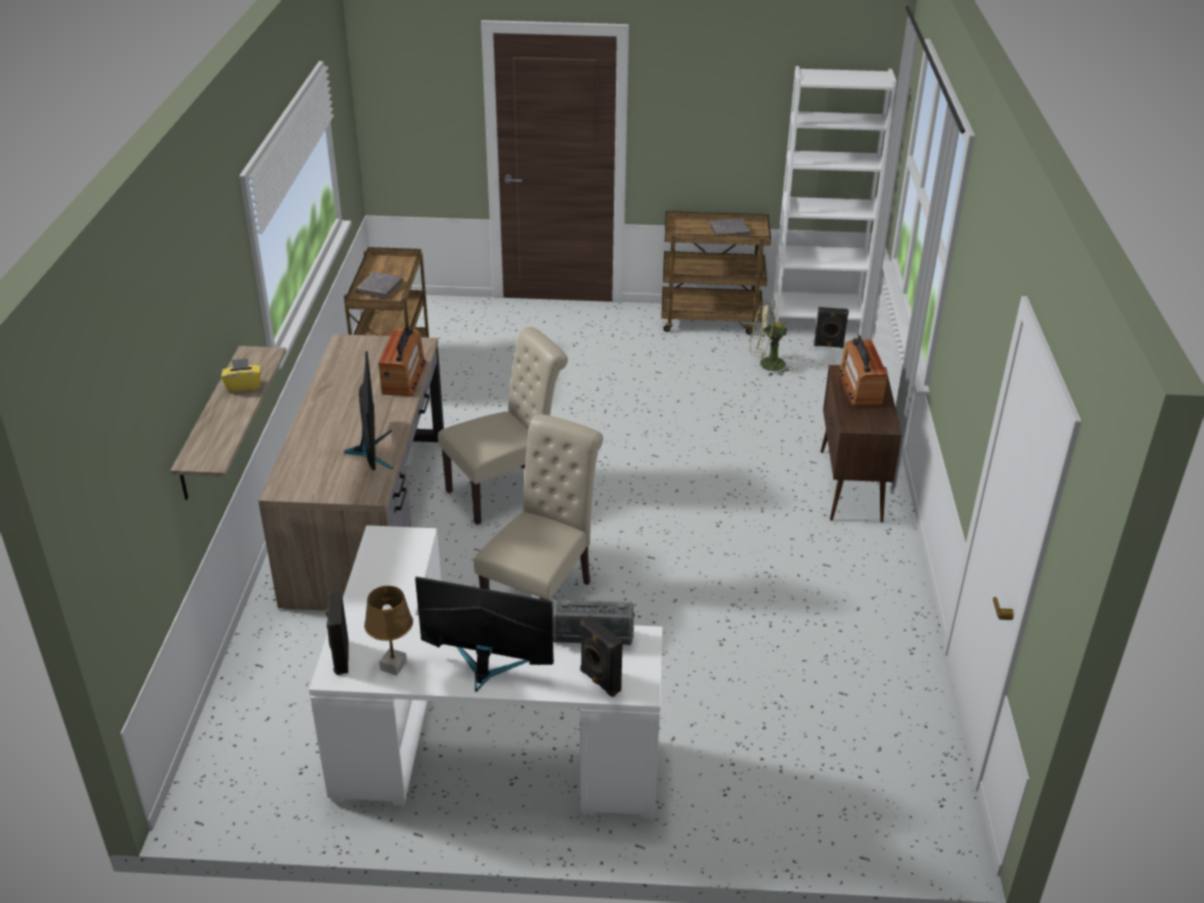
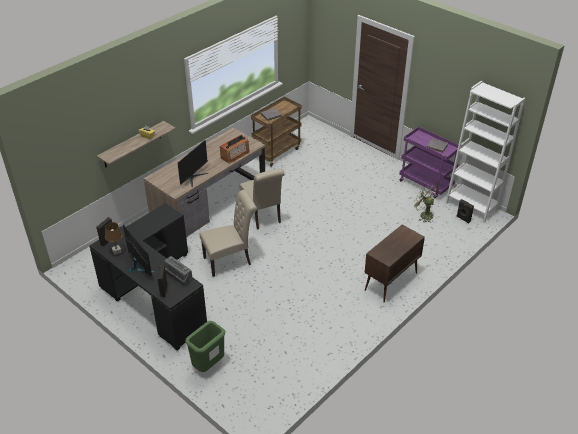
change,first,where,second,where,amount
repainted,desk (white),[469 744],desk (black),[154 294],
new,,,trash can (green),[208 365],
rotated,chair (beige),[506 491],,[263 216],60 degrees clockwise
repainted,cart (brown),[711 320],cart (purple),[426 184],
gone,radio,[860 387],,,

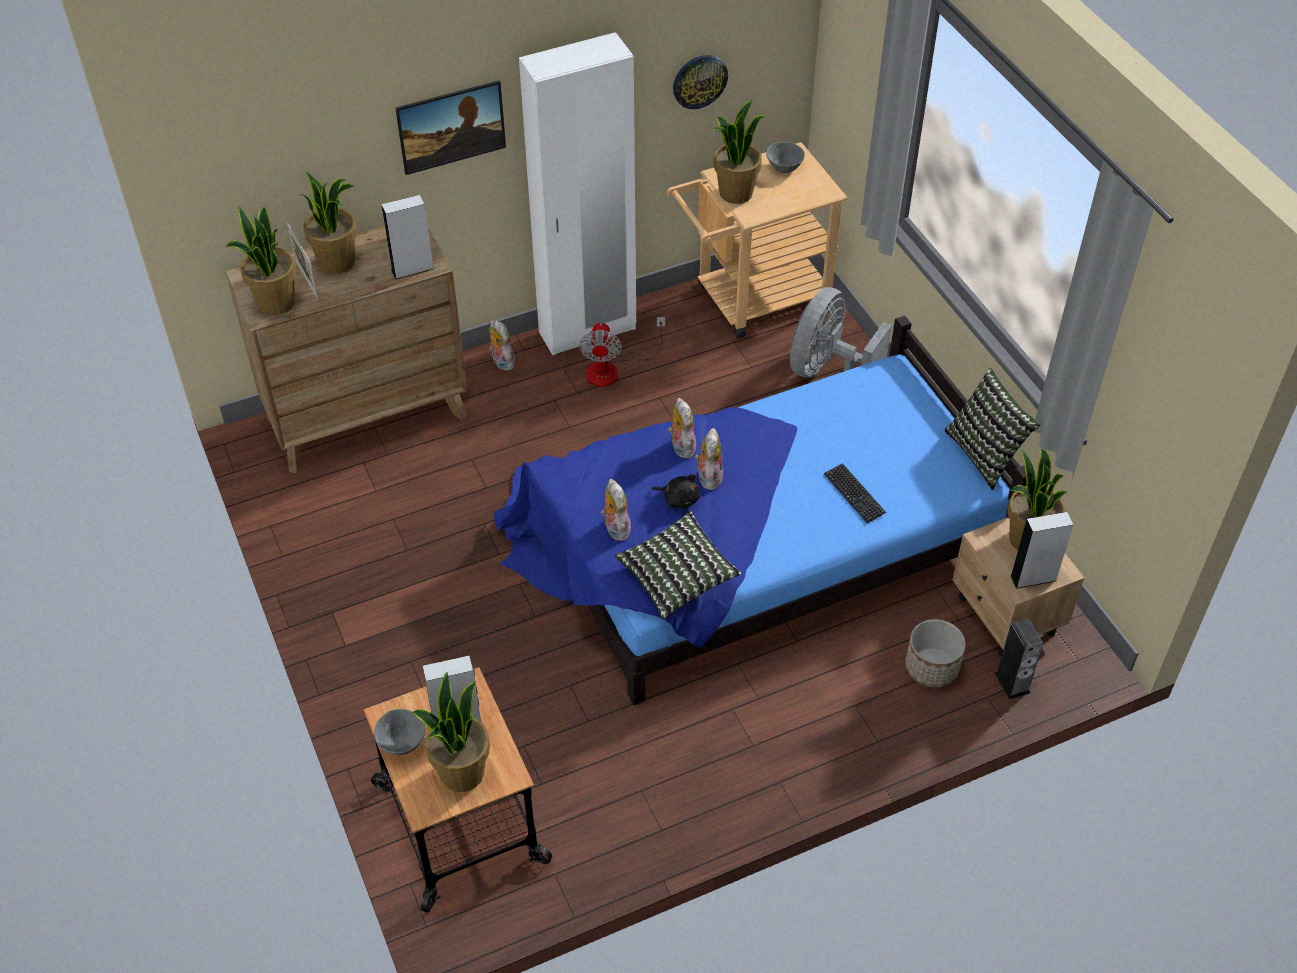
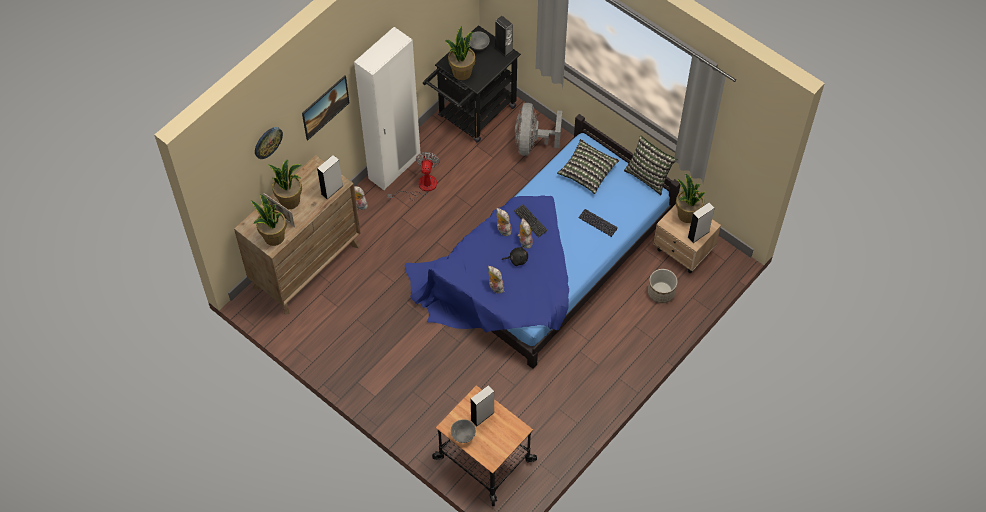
change,first,where,second,where,amount
shifted,wall clock,[699 81],,[267 142],
rotated,fan,[612 369],,[421 187],150 degrees counterclockwise
repainted,cart (beige),[752 300],cart (black),[472 115],
shifted,speaker,[1012 682],,[503 49],
new,,,keyboard,[530 221],
shifted,pillow,[677 577],,[587 172],
gone,potted plant,[461 772],,,

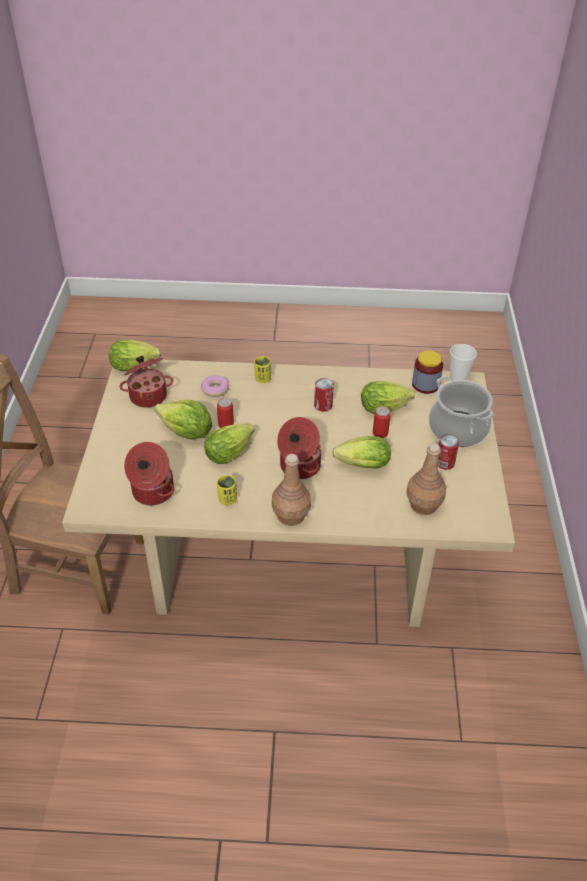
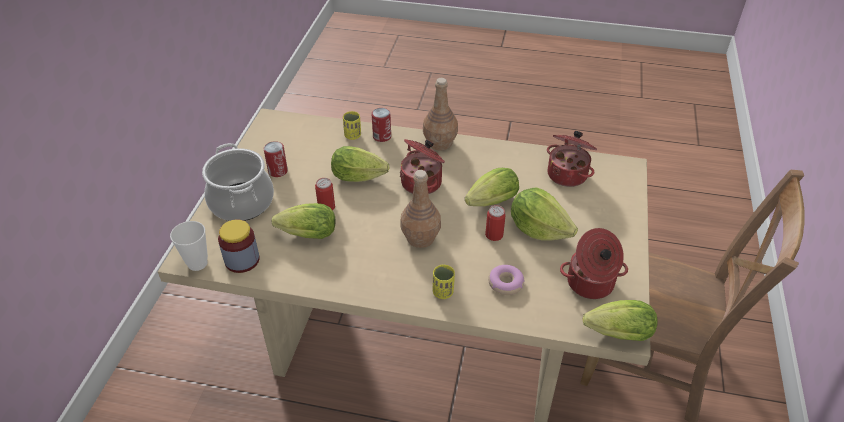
change,first,where,second,where,amount
shifted,cup (yellow),[227 499],,[352 136],
shifted,can,[323 405],,[382 136],
shifted,bottle (brown),[423 505],,[421 238],

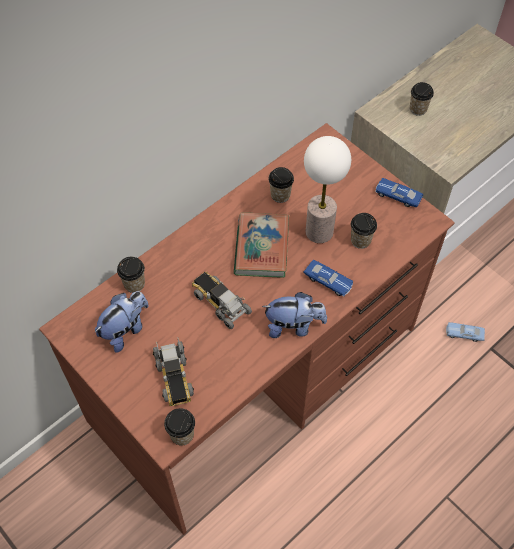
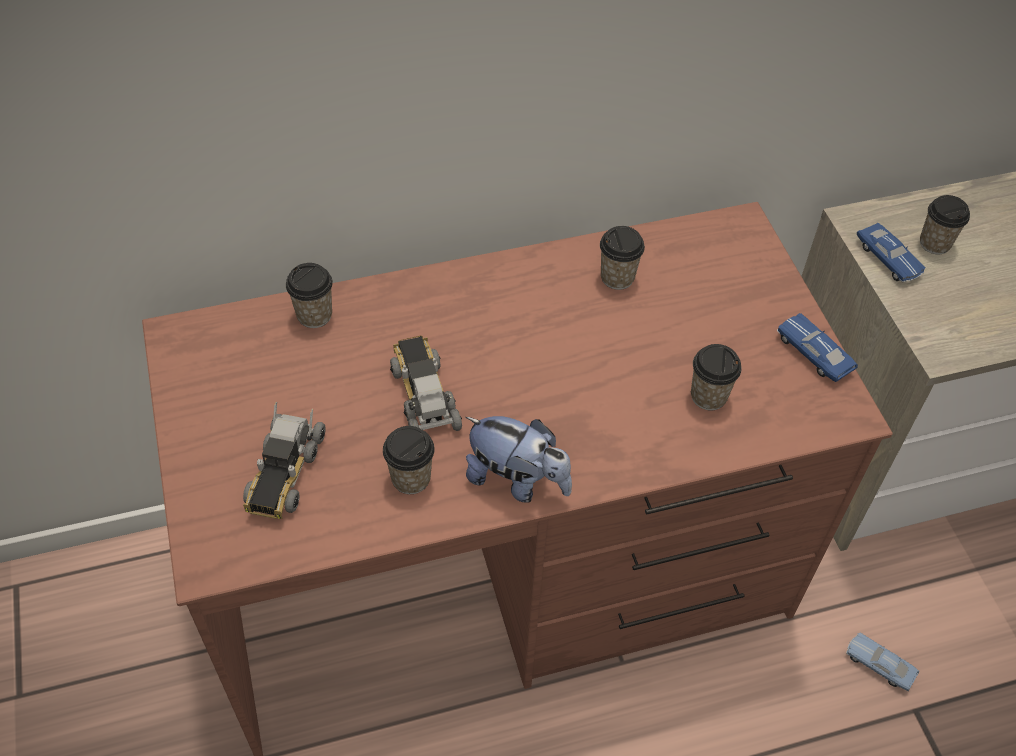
change,first,where,second,where,amount
shifted,cup,[182 435],,[411 478],
shifted,toy car (blue),[328 281],,[887 259],
gone,plush toy,[125 330],,,
gone,book,[261 248],,,
gone,table lamp,[318 231],,,

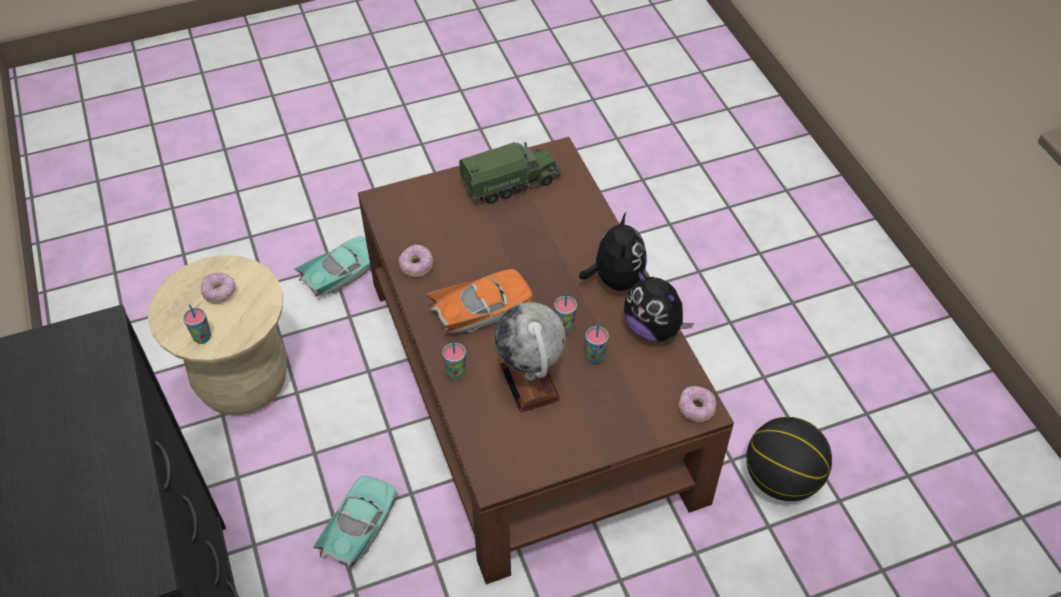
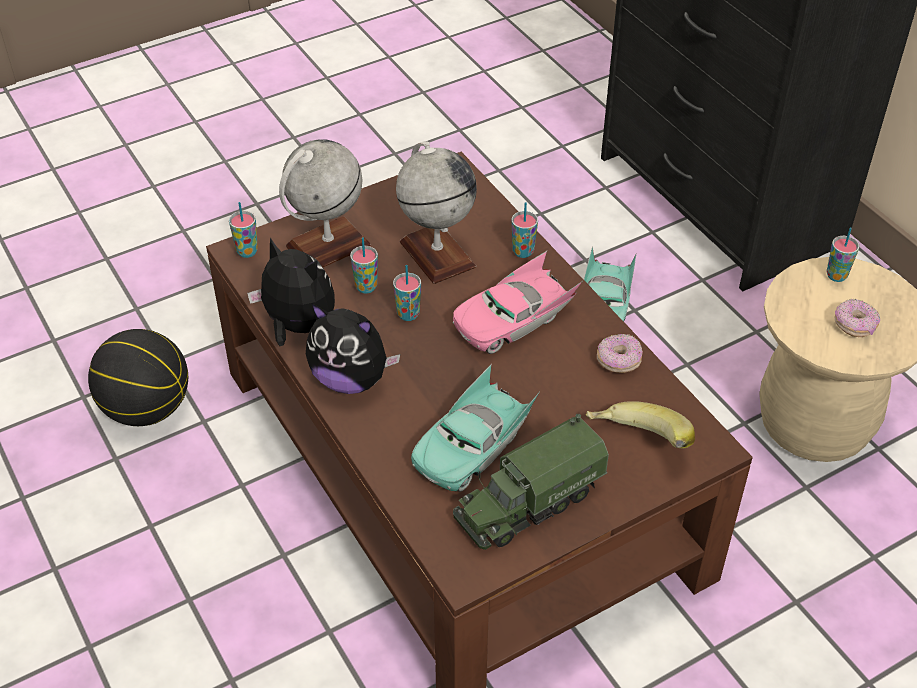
change,first,where,second,where,amount
swapped,donut,[696 409],cup,[247 251],
new,,,globe,[328 246],
rotated,plush toy,[615 279],,[351 379],60 degrees counterclockwise
shifted,toy car (turquoise),[342 274],,[473 445],
repainted,toy car (orange),[482 311],toy car (pink),[514 319],
new,,,banana,[636 445],

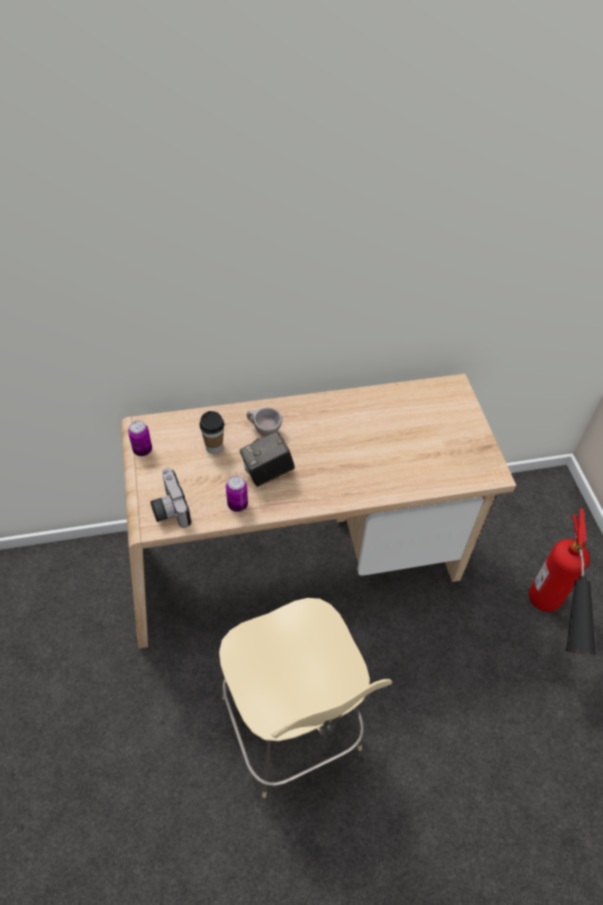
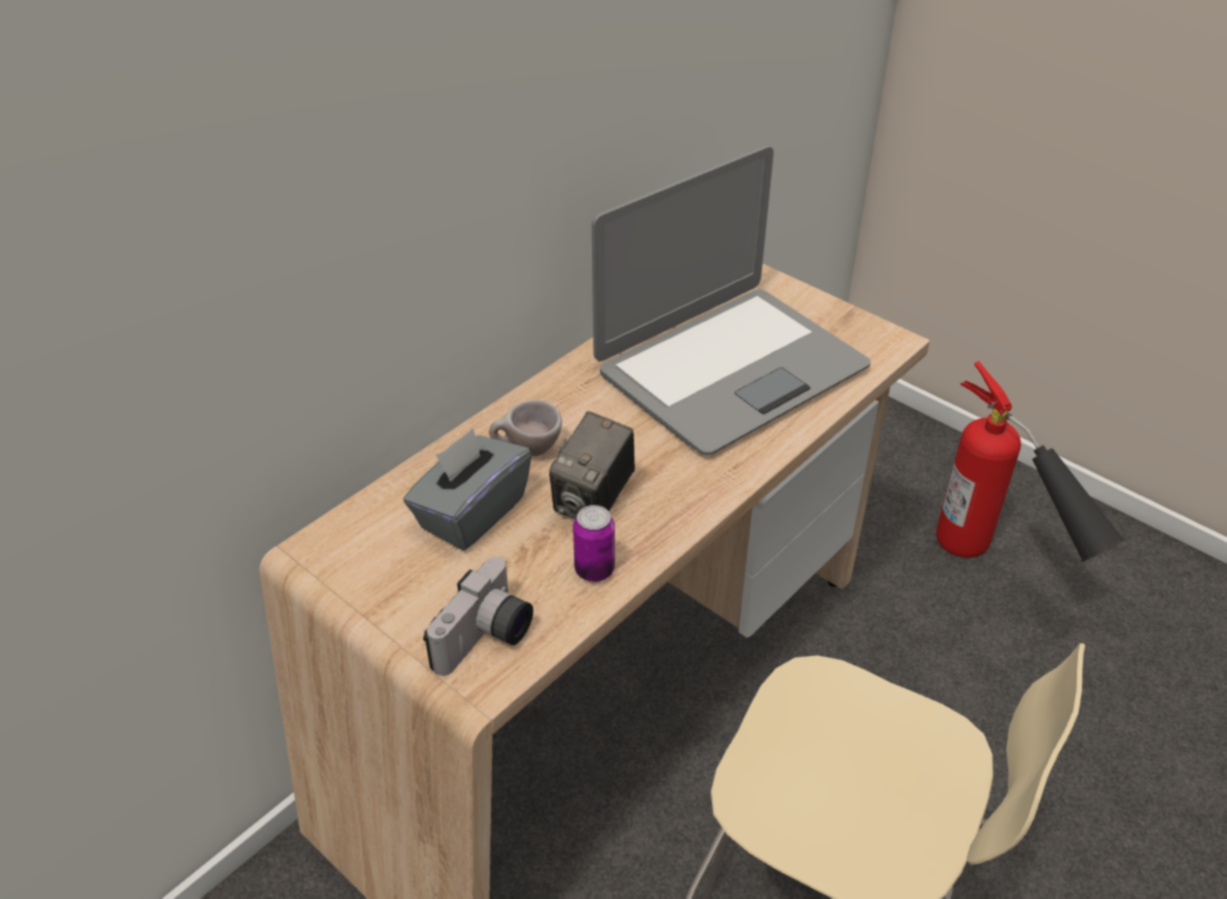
change,first,where,second,where,amount
swapped,cup,[214 447],tissue box (grey),[471 513],
rotated,photo camera,[168 508],,[486 640],90 degrees counterclockwise
new,,,laptop,[729 369],
gone,can,[142 450],,,

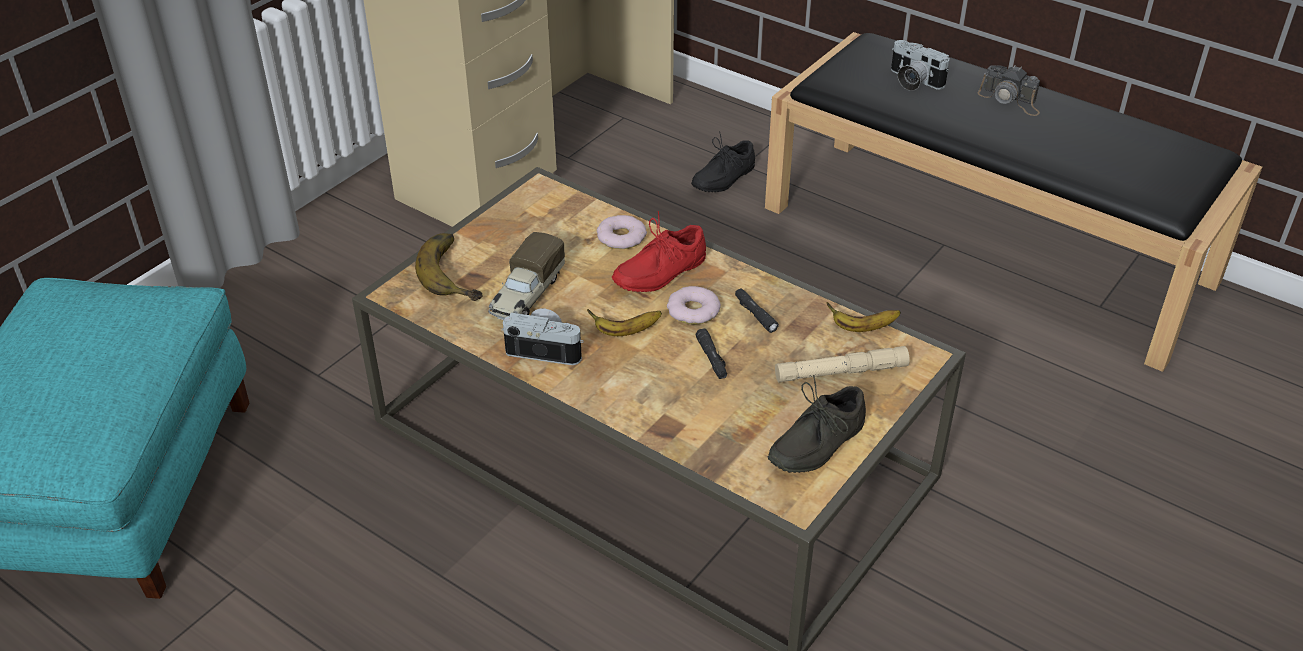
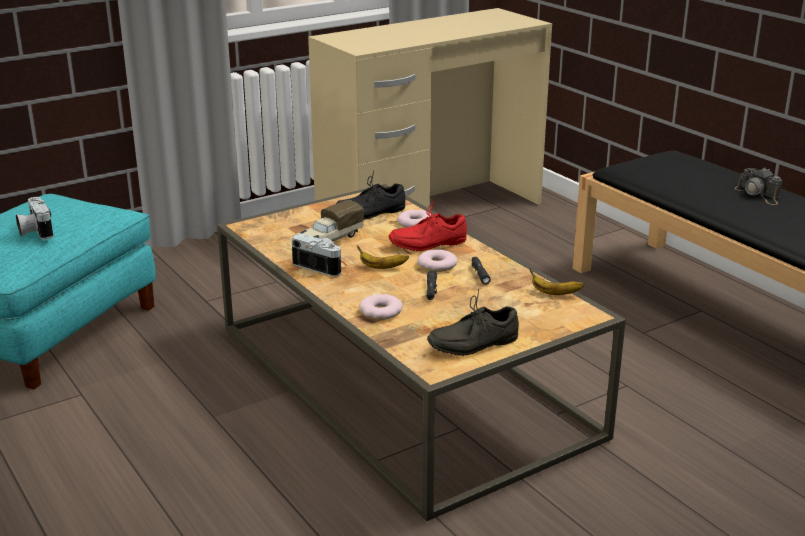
change,first,where,second,where,amount
shifted,photo camera,[913 81],,[35 231],
shifted,shoe (black),[721 177],,[369 212],
new,,,donut,[381 312],
gone,banana,[457 271],,,
gone,flashlight (beige),[841 372],,,

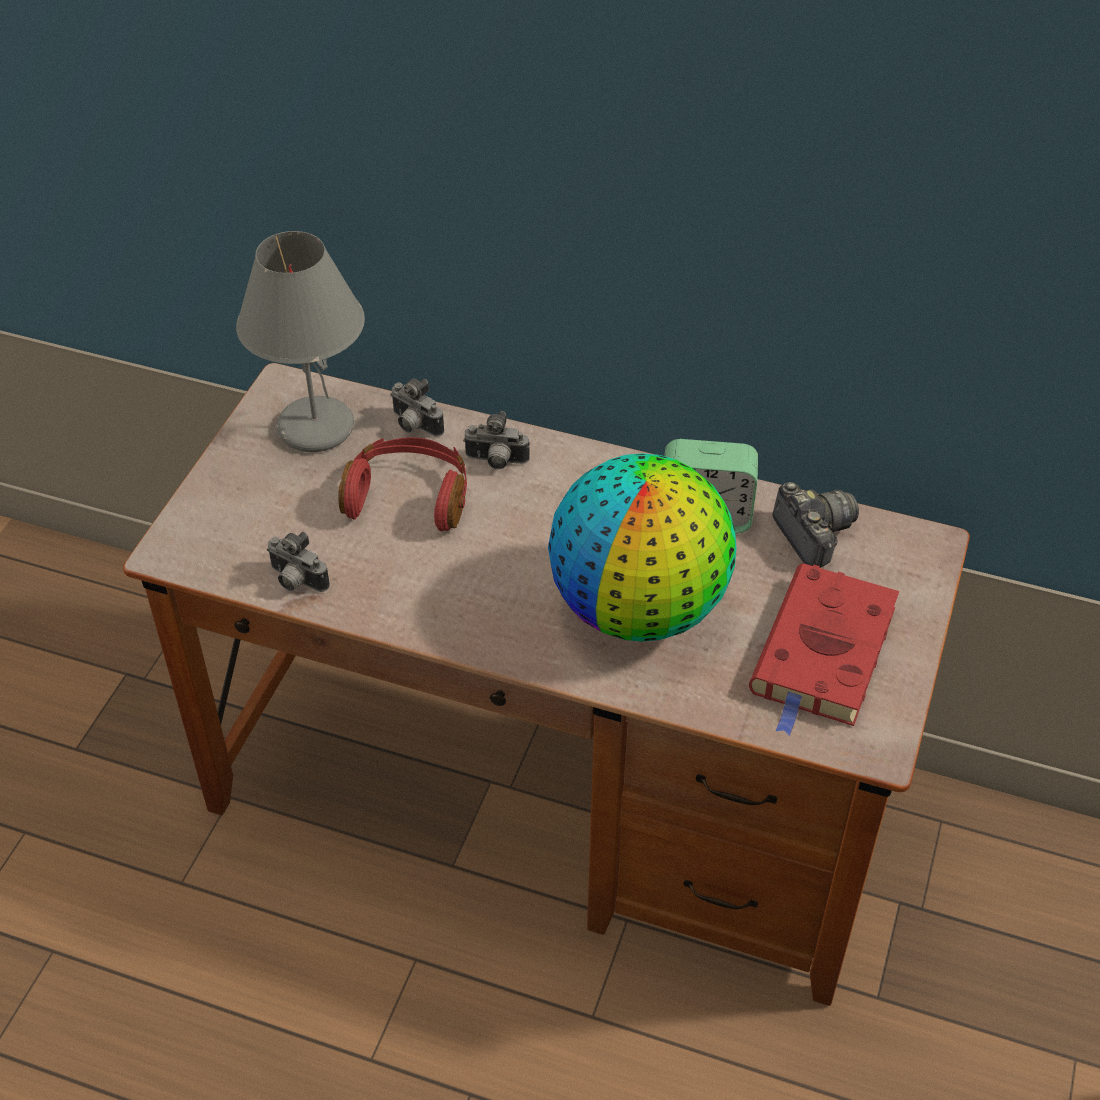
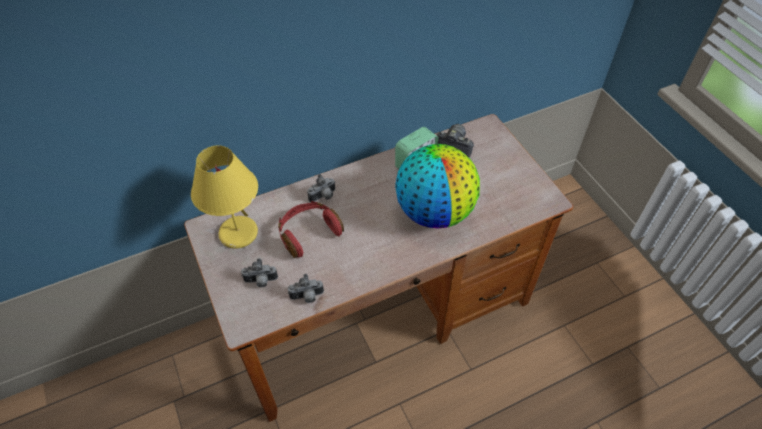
change,first,where,second,where,amount
repainted,table lamp (grey),[314 427],table lamp (yellow),[237 234],
shifted,photo camera,[414 426],,[261 281],
gone,book (red),[823 655],,,

